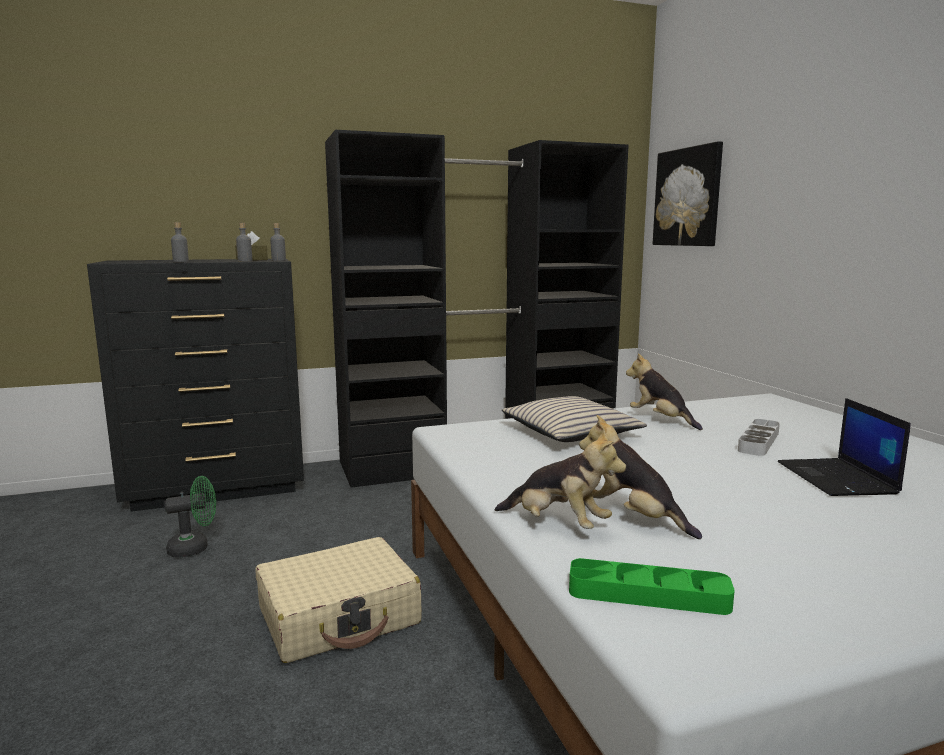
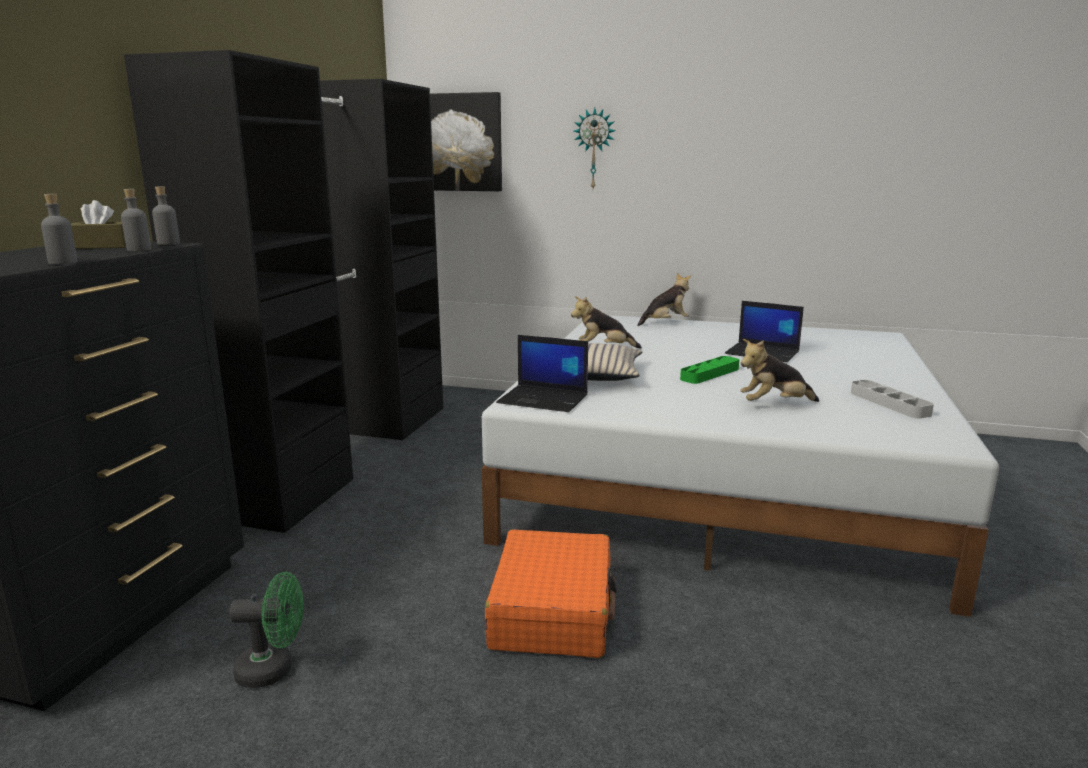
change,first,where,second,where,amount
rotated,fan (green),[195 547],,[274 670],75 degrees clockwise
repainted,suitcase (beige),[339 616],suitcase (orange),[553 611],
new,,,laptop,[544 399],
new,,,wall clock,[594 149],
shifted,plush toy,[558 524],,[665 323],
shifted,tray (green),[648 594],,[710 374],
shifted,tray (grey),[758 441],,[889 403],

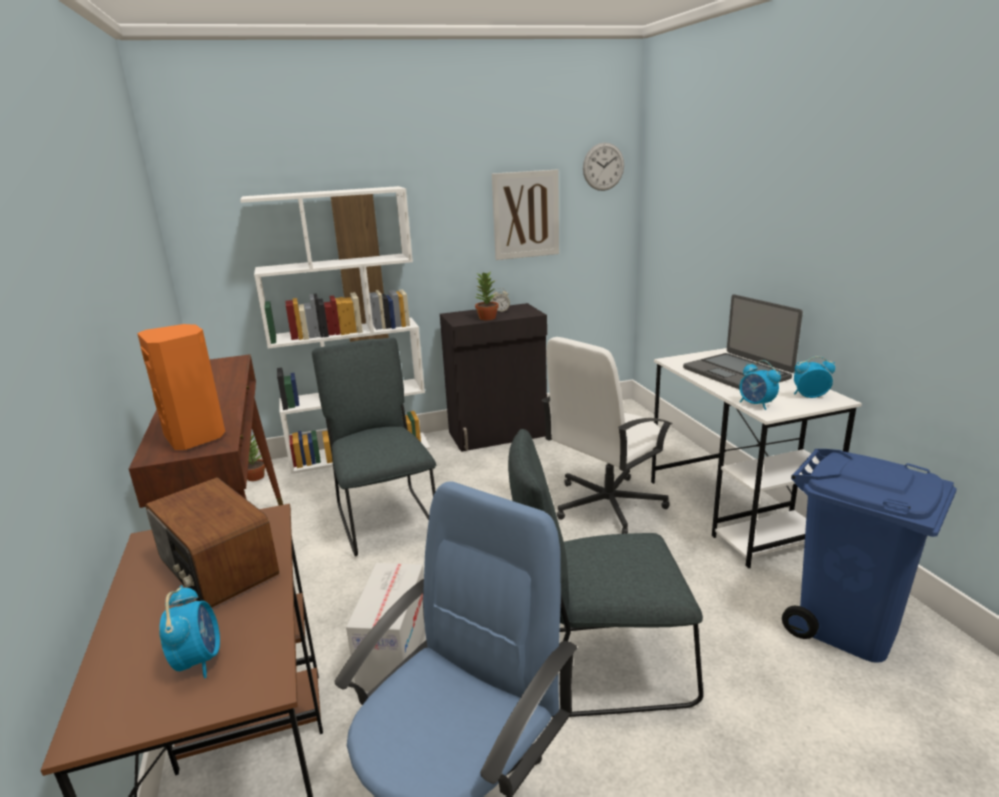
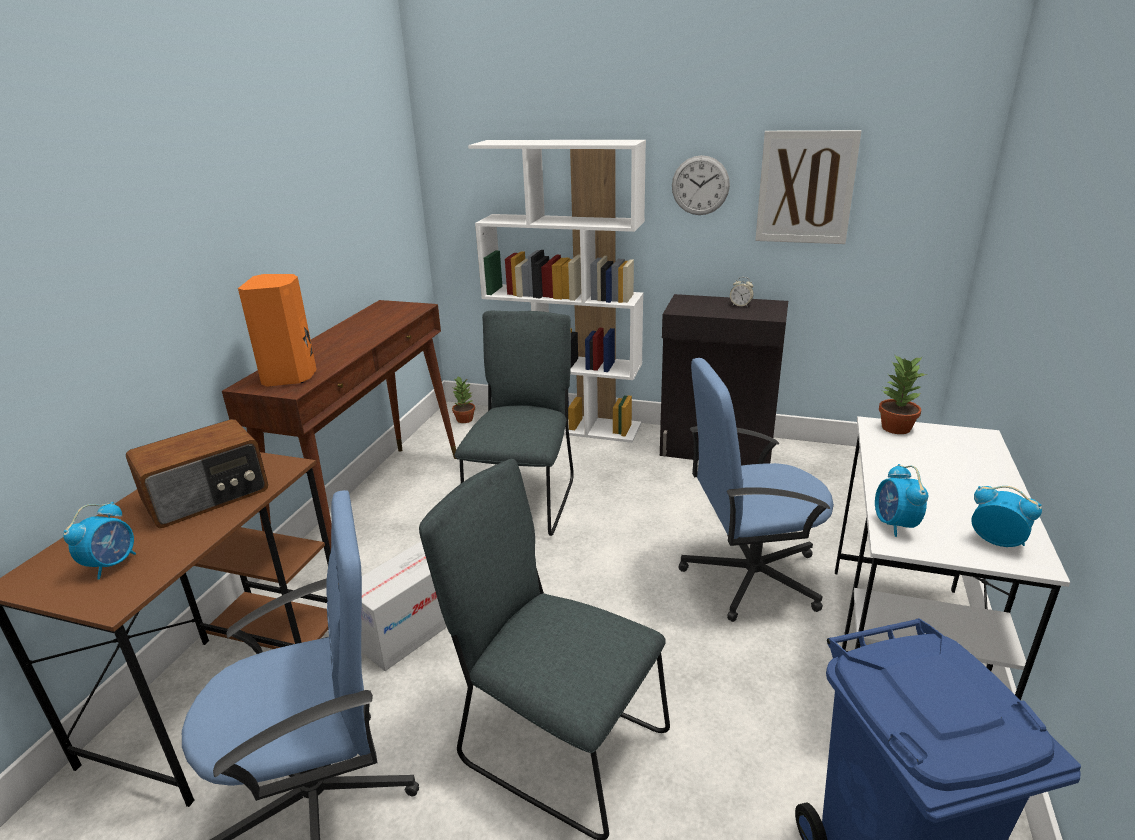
change,first,where,second,where,amount
rotated,radio,[216 568],,[207 496],120 degrees counterclockwise
shifted,wall clock,[603 166],,[700 185],
repainted,office chair (white),[606 505],office chair (blue),[749 576],
shifted,potted plant,[487 318],,[895 428],
gone,laptop,[737 373],,,

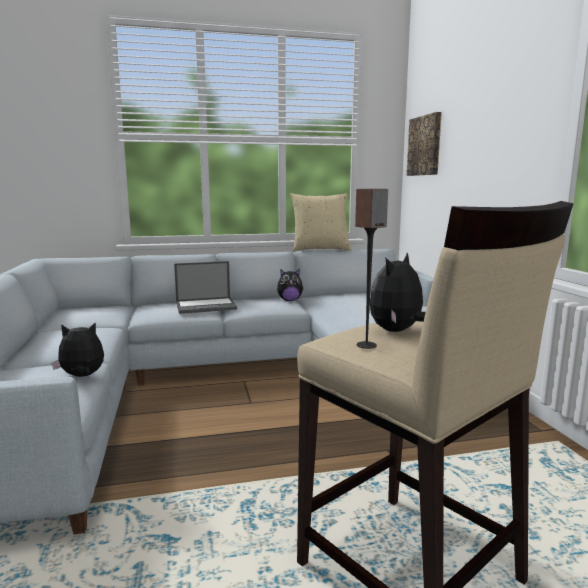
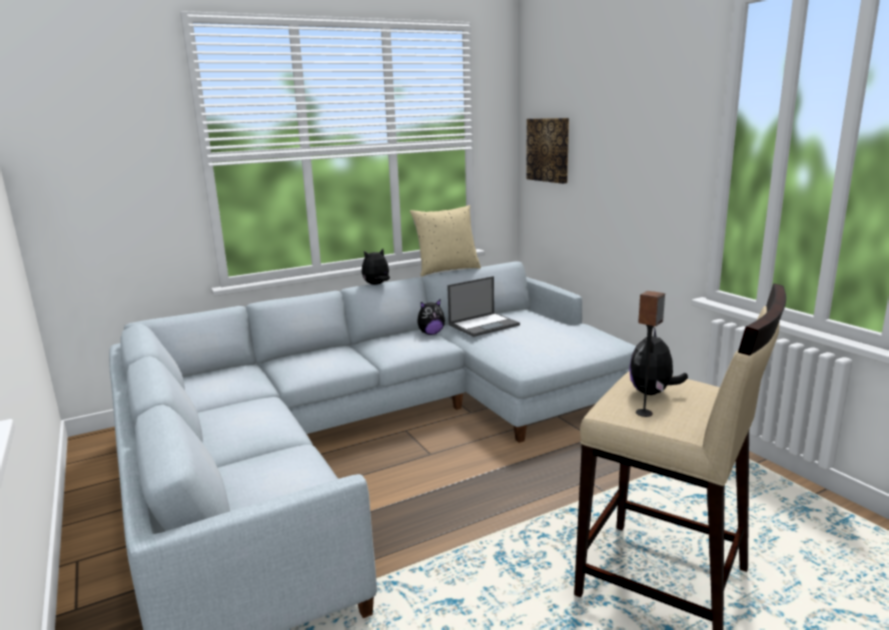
change,first,where,second,where,amount
shifted,plush toy,[82 376],,[376 284],
shifted,laptop,[206 306],,[484 325],

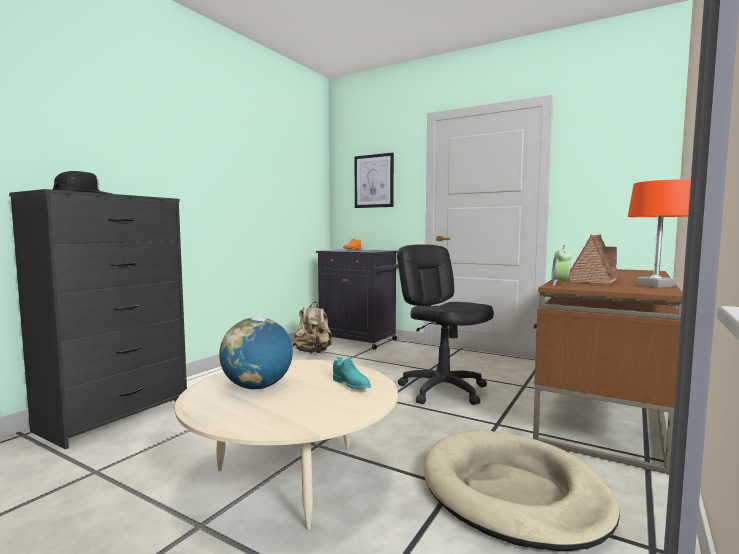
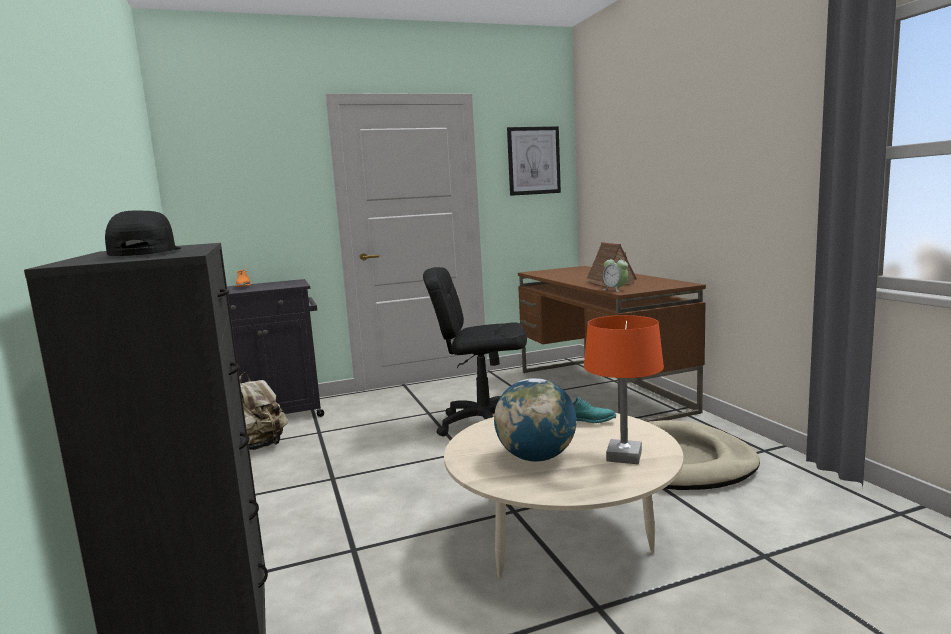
change,first,where,second,where,amount
shifted,picture,[374 181],,[533 161],
shifted,table lamp (orange),[656 285],,[624 456],

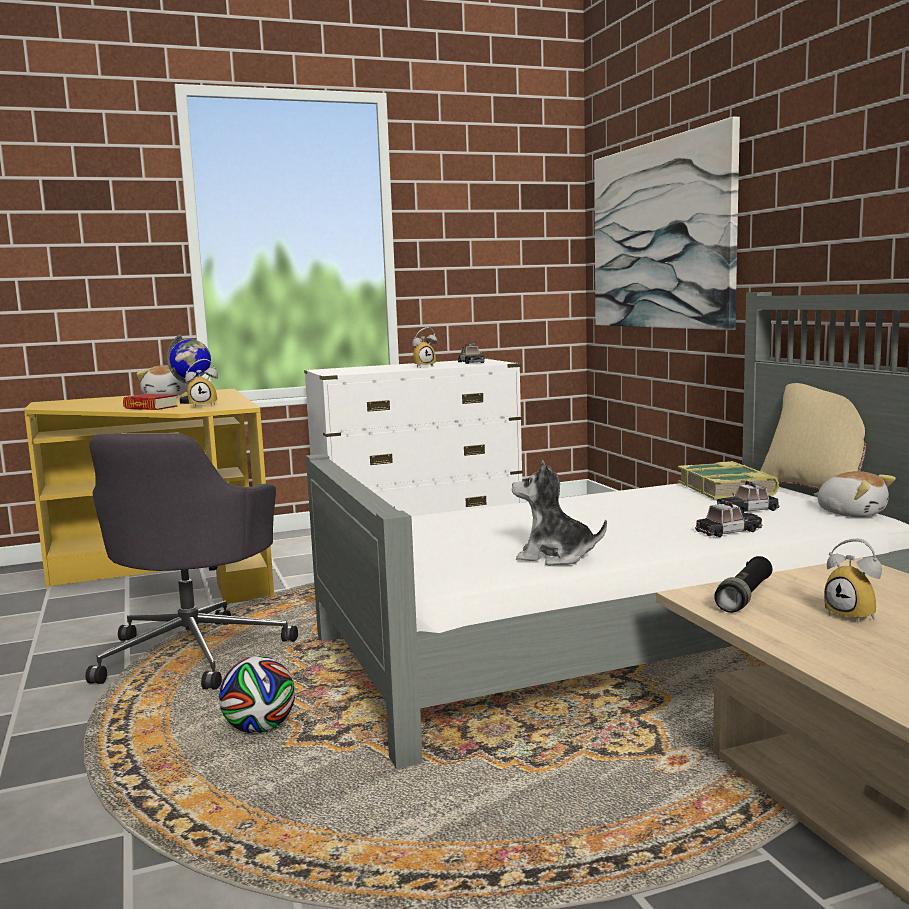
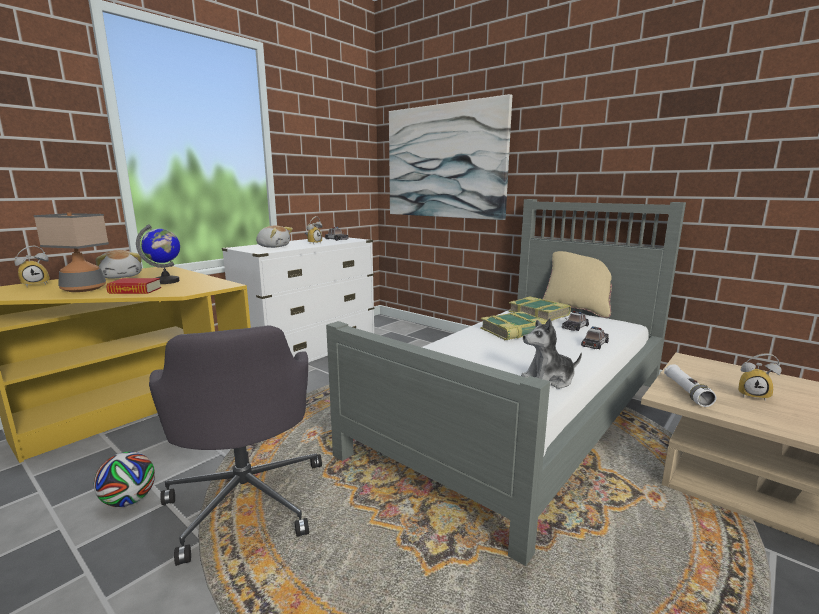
change,first,where,second,where,amount
shifted,alarm clock,[204 406],,[36 284],
new,,,table lamp,[84 289],
shifted,football,[260 728],,[129 500],
shifted,plush toy,[851 513],,[273 247],
new,,,book,[515 331],
repainted,flashlight (black),[745 596],flashlight (white),[686 392],

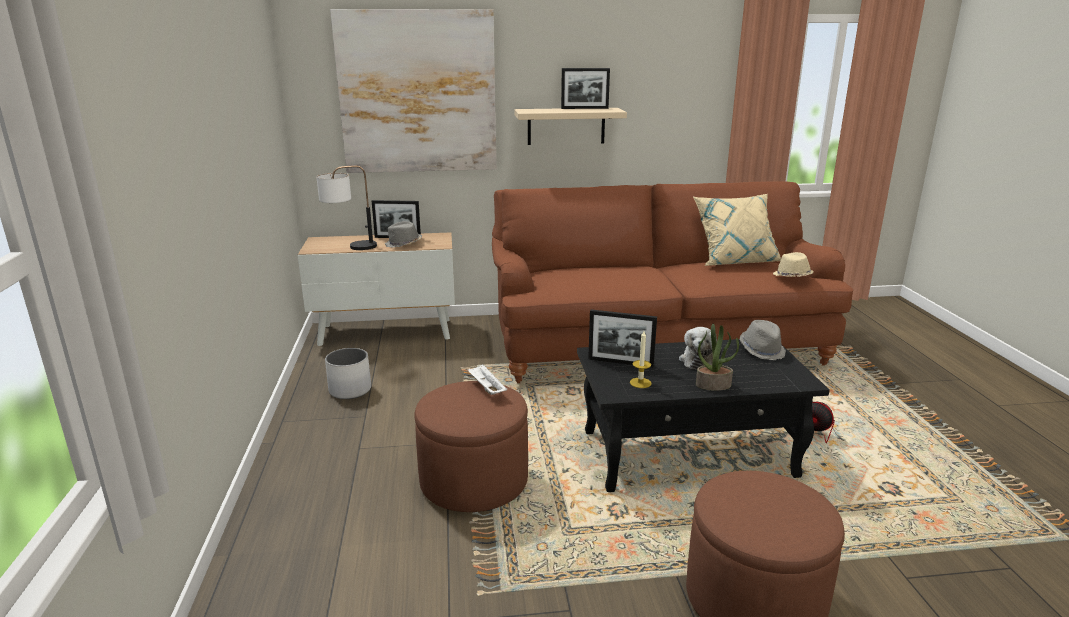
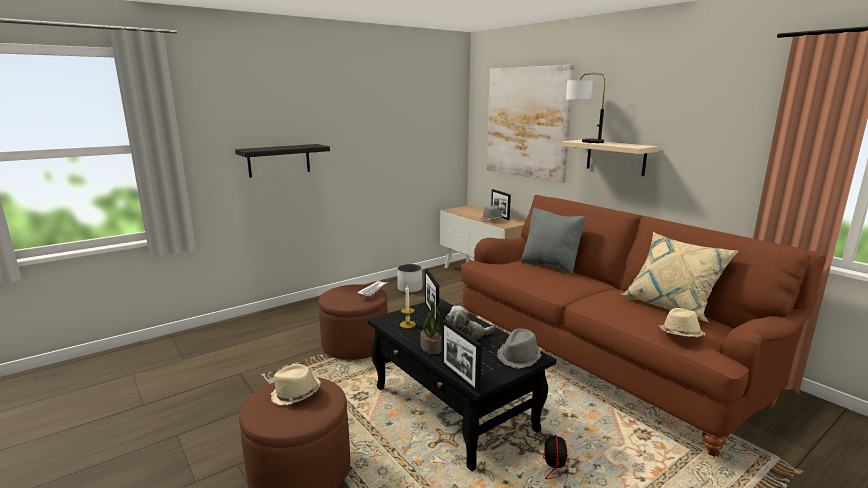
change,first,where,second,where,amount
new,,,shelf (black),[279 160],
new,,,hat (beige),[295 394],
shifted,picture frame,[584 108],,[459 377],
new,,,pillow (grey),[550 265],
shifted,table lamp,[350 248],,[582 141],

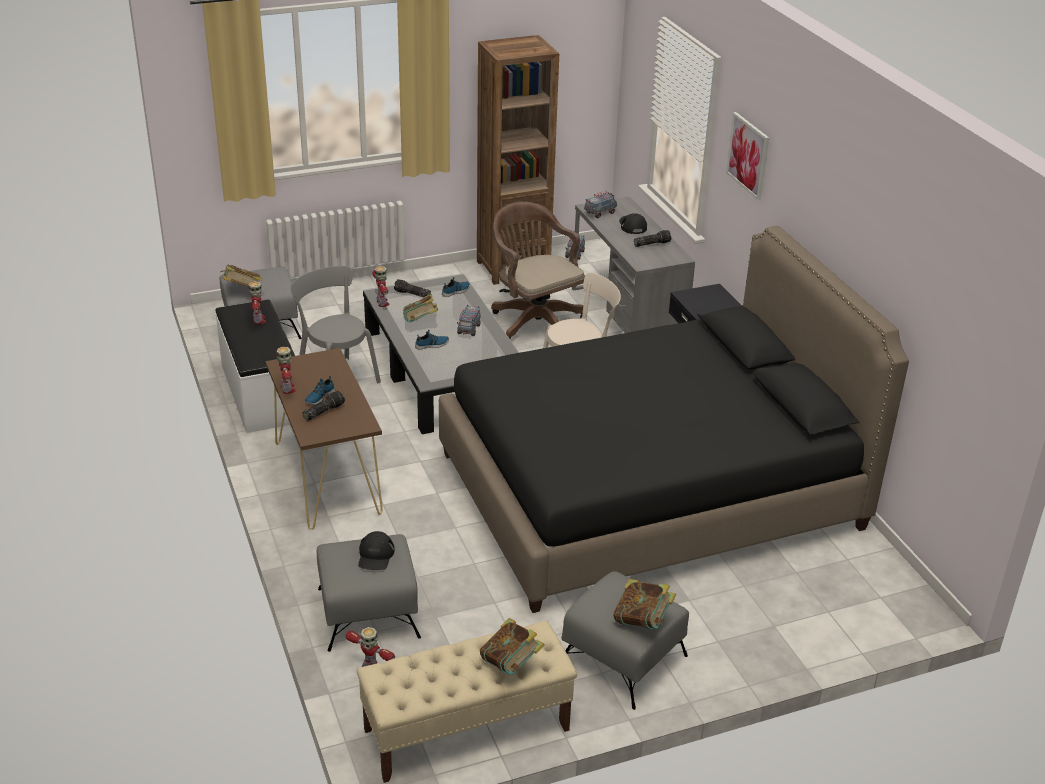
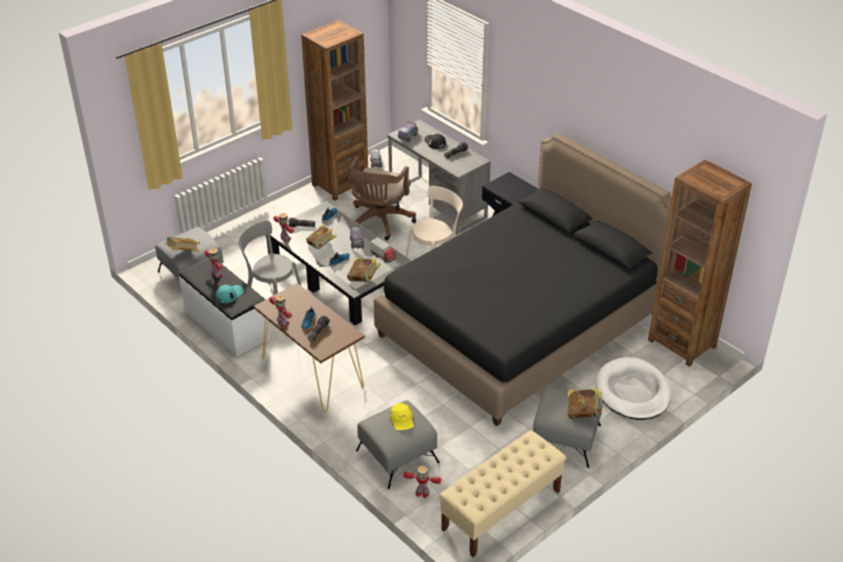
change,first,where,second,where,amount
new,,,cap (turquoise),[229 294],
rotated,office chair (brown),[534 321],,[379 222],105 degrees counterclockwise
shifted,book,[511 664],,[364 279],
new,,,toy truck,[383 257],
repainted,cap (black),[375 555],cap (yellow),[401 419],
new,,,dog bed (white),[632 392],
new,,,bookcase (brown),[682 343],
gone,picture,[748 155],,,

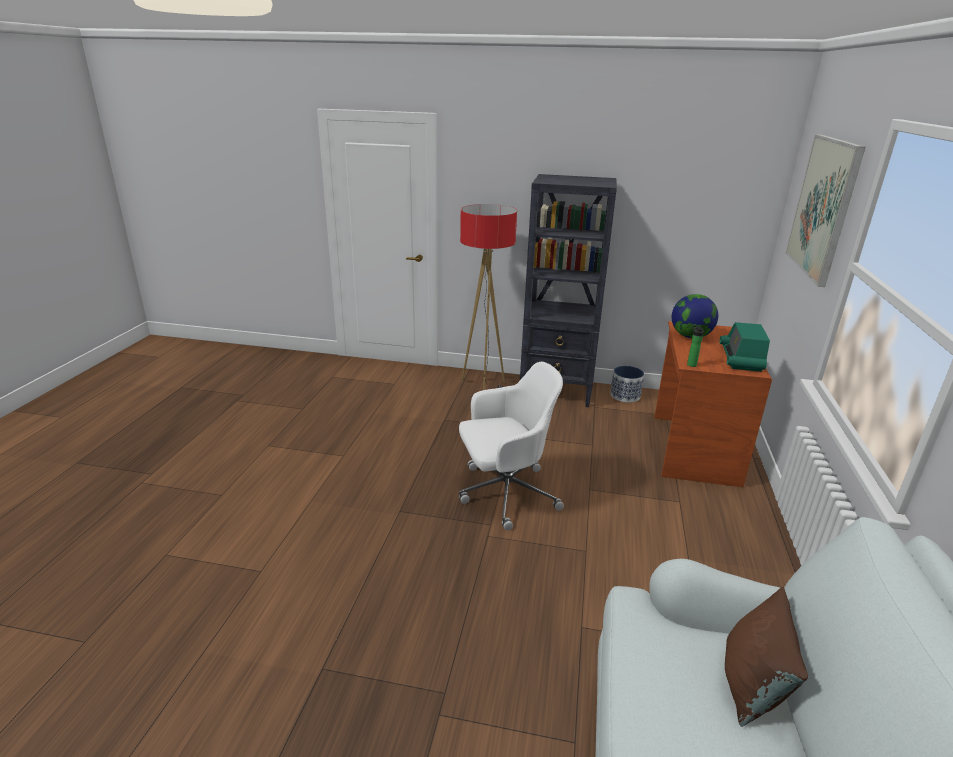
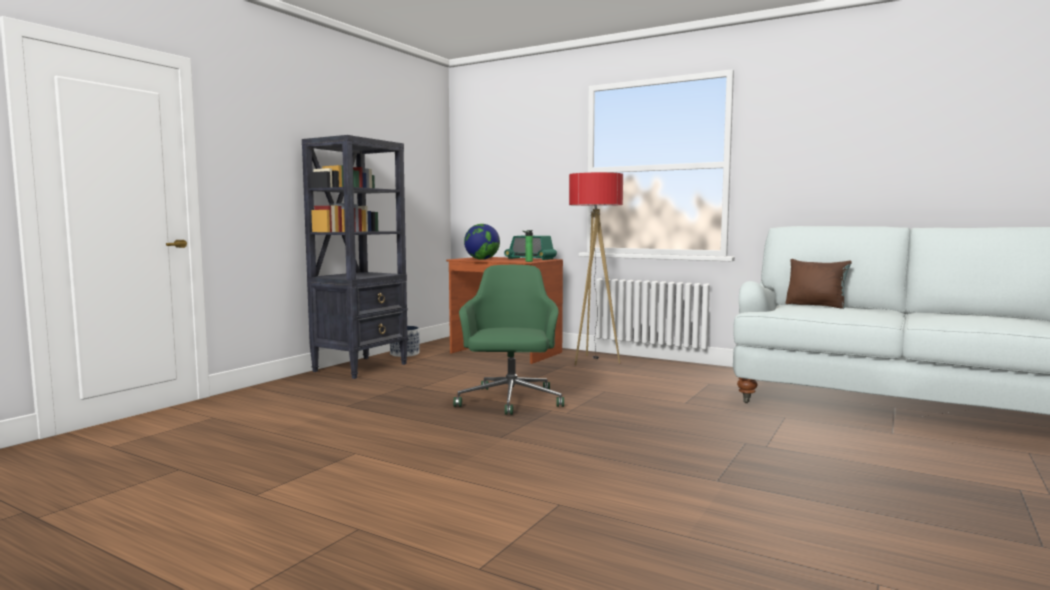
change,first,where,second,where,amount
repainted,office chair (white),[505 493],office chair (green),[510 401],
shifted,floor lamp,[483 388],,[594 361],
gone,picture,[823 207],,,

